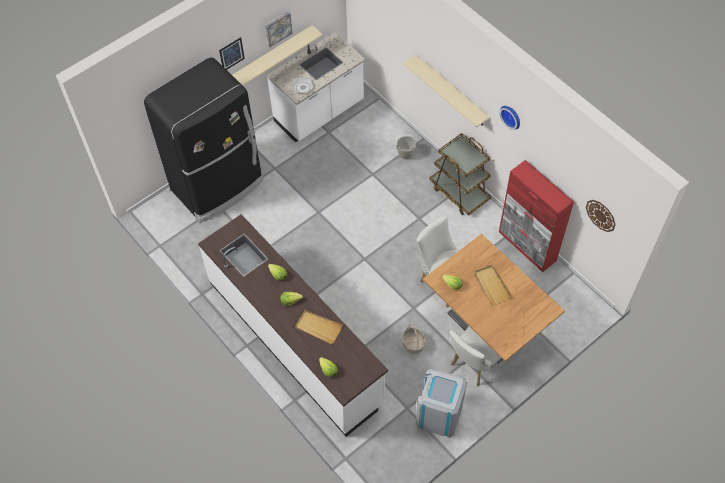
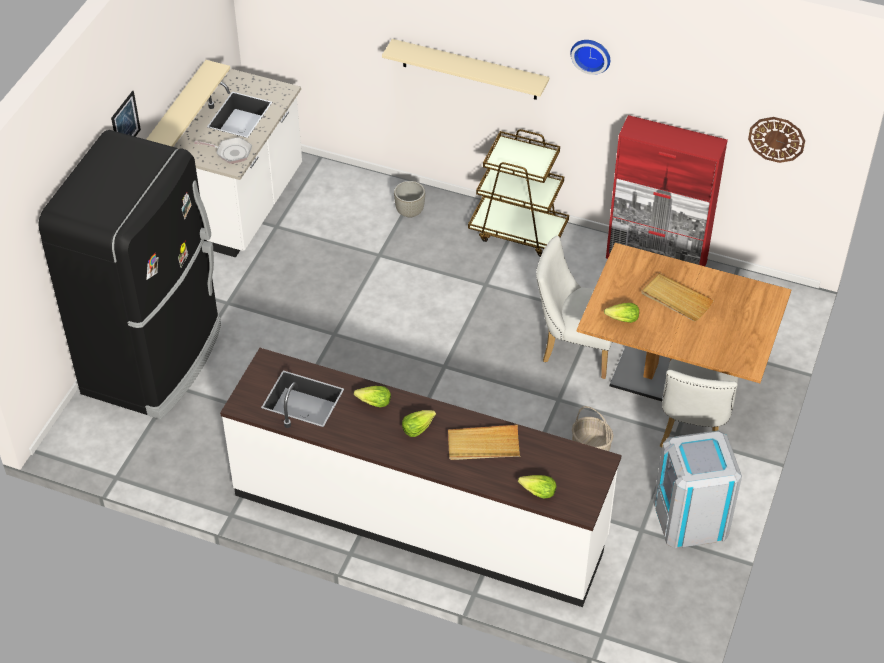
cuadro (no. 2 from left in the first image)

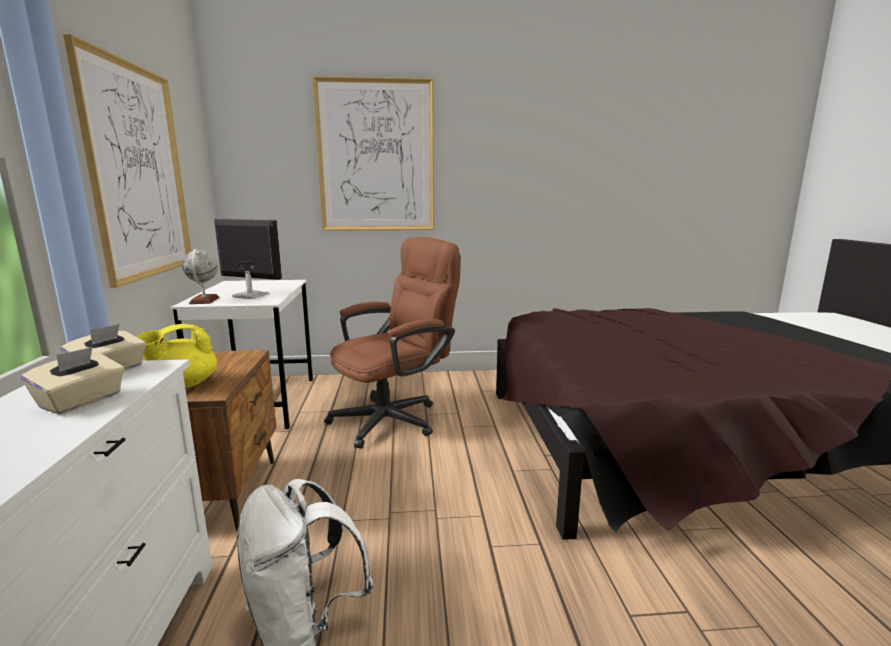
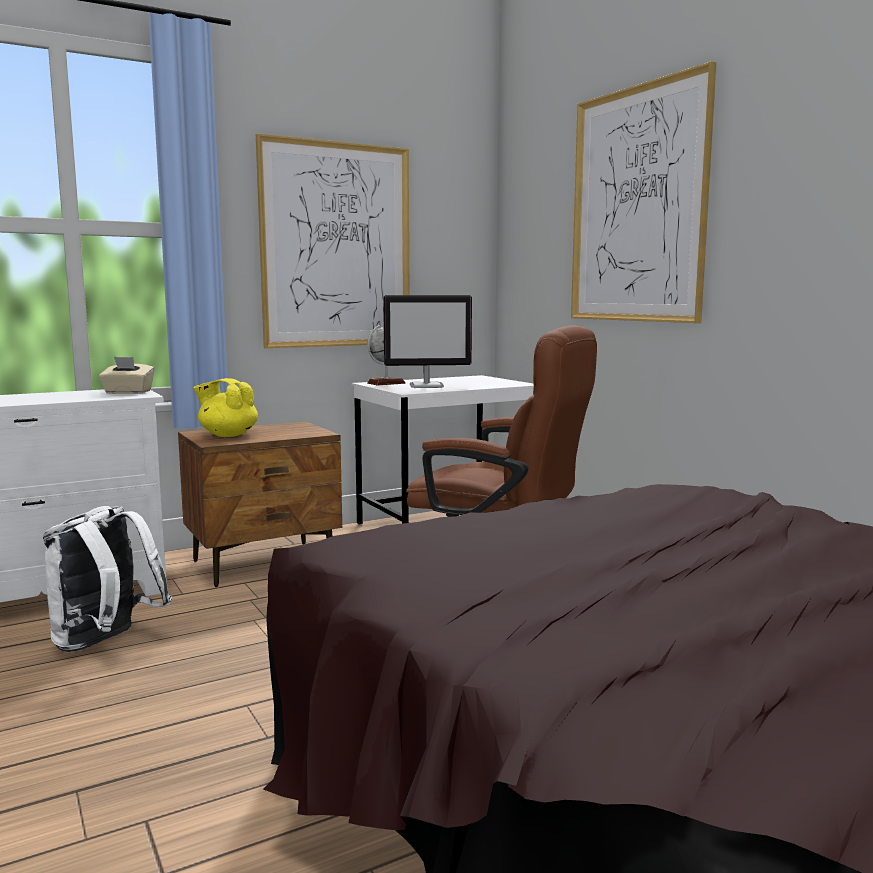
caja de pañuelos/beis (no. 1 from left in the first image)
monitor

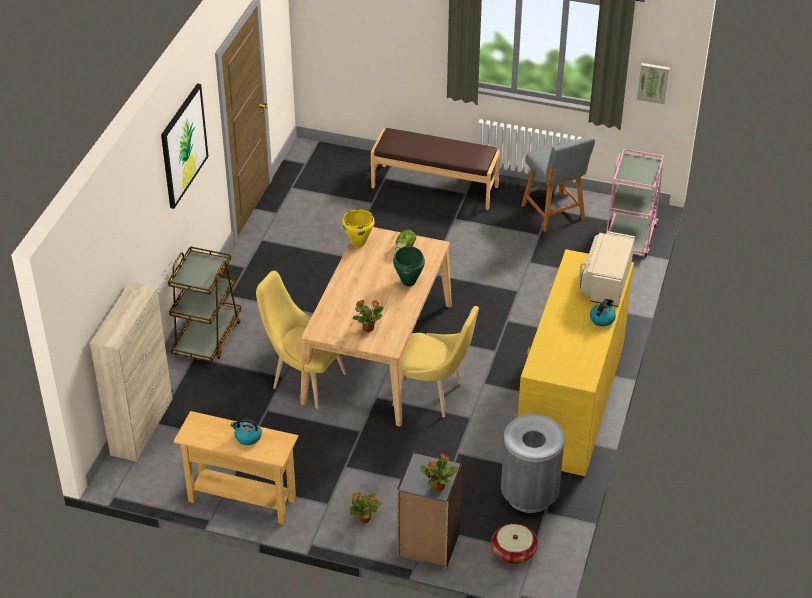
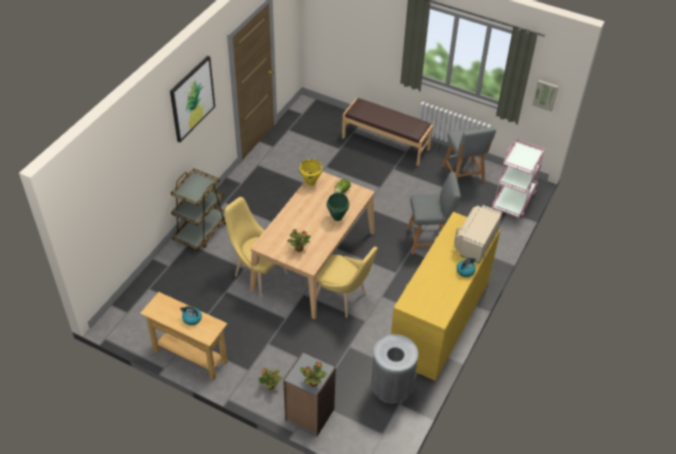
armario/beis
cesta
taburete/gris (no. 1 from left)

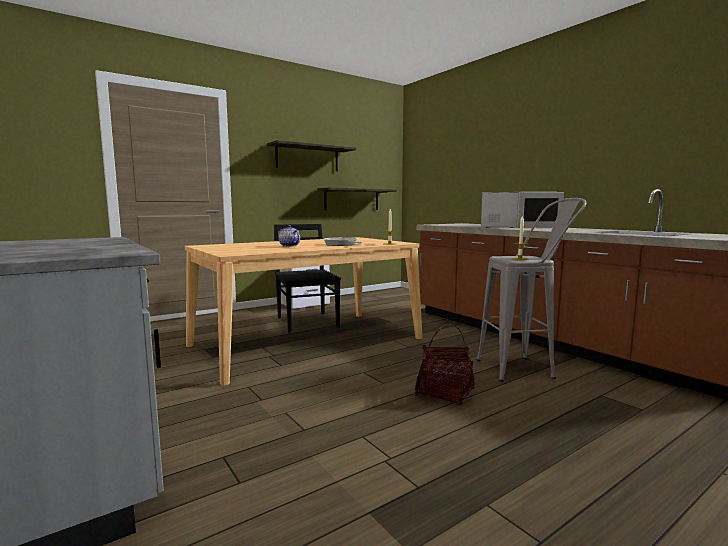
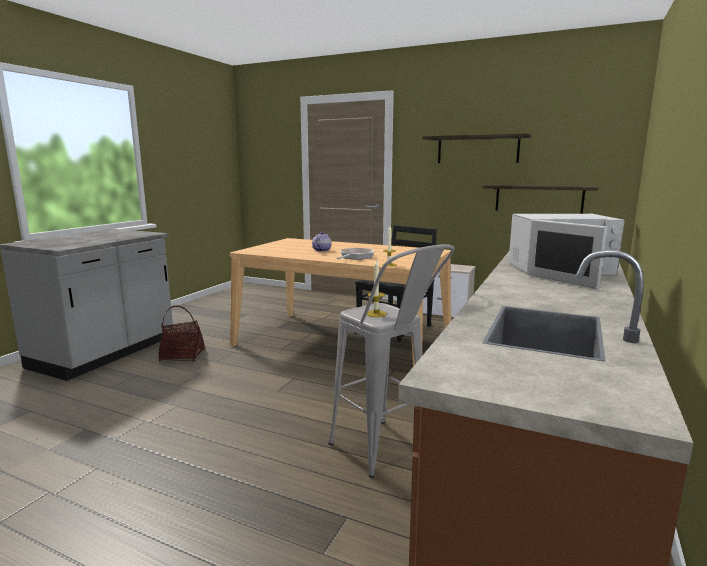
cesta

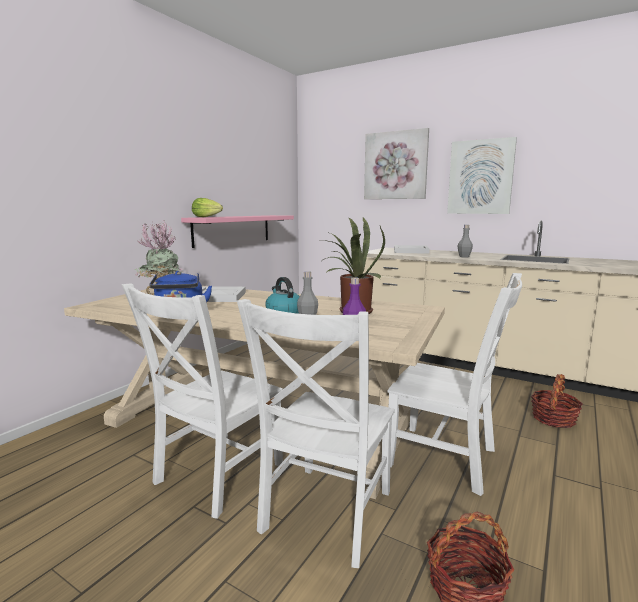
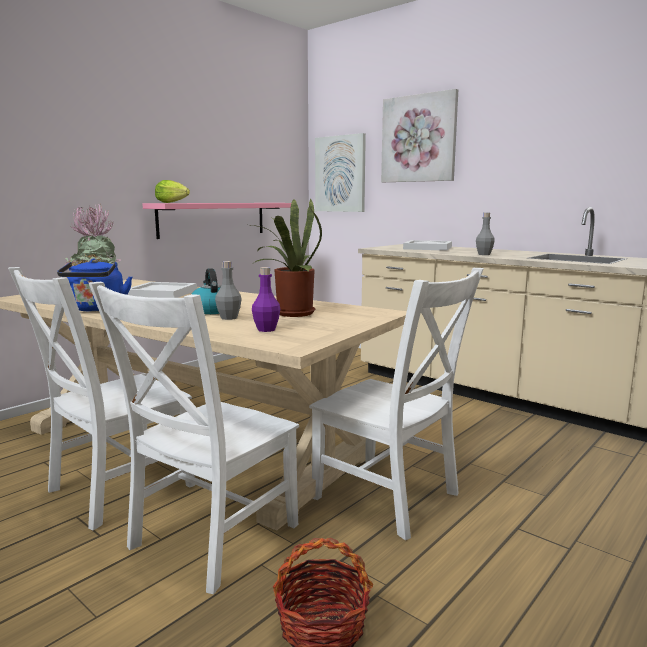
cesta (no. 2 from left in the first image)
cuadro (no. 1 from left)

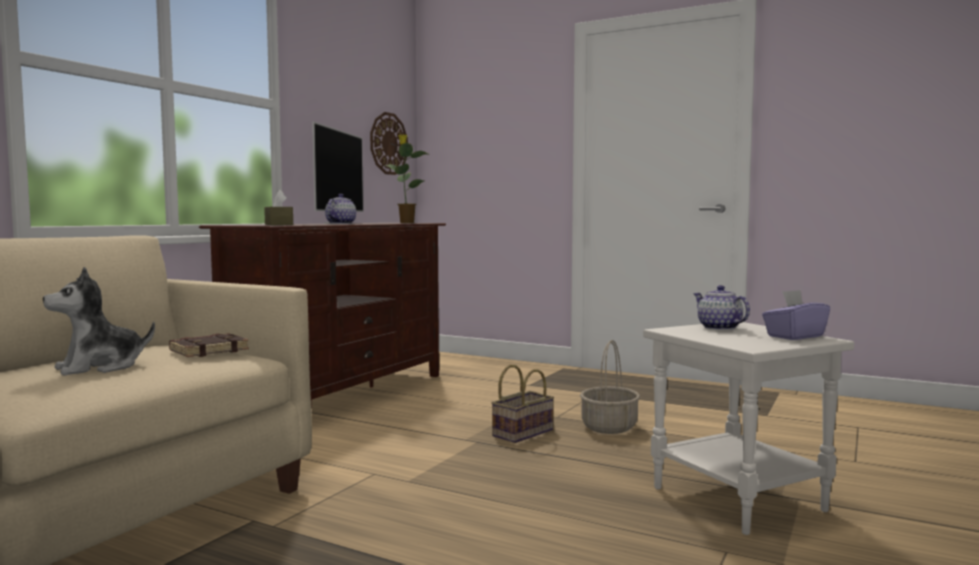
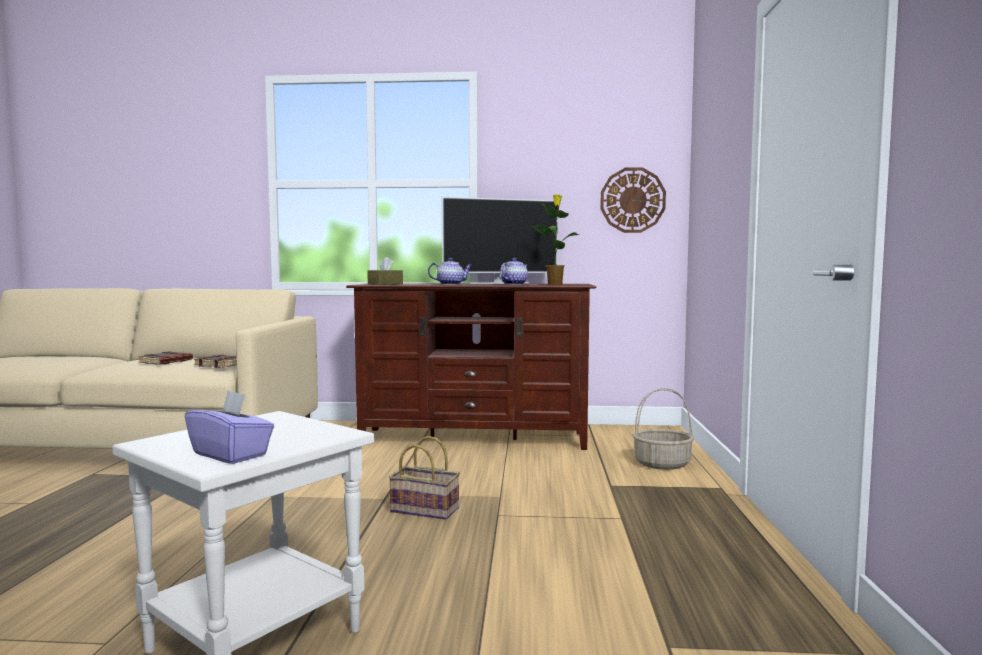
cesta (no. 2 from left)
tetera (no. 2 from left)
libro/marrón (no. 1 from left)

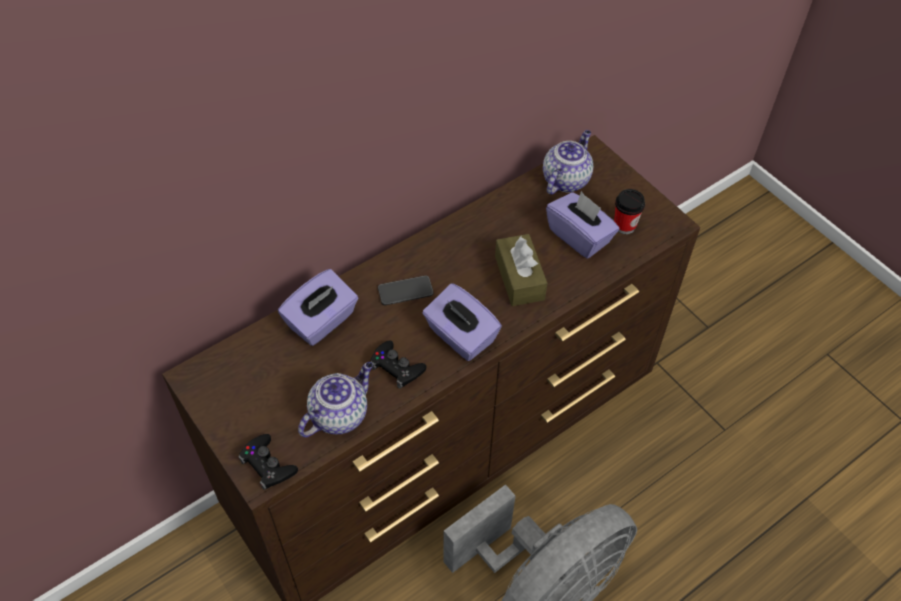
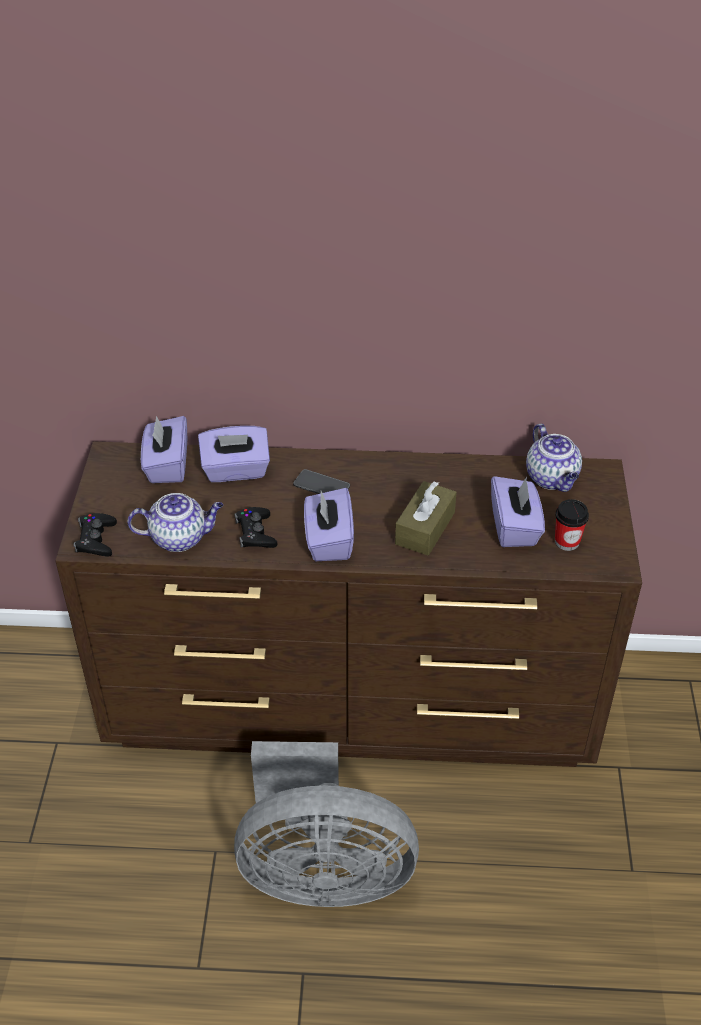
caja de pañuelos/morado (no. 1 from left)
tetera (no. 2 from left)

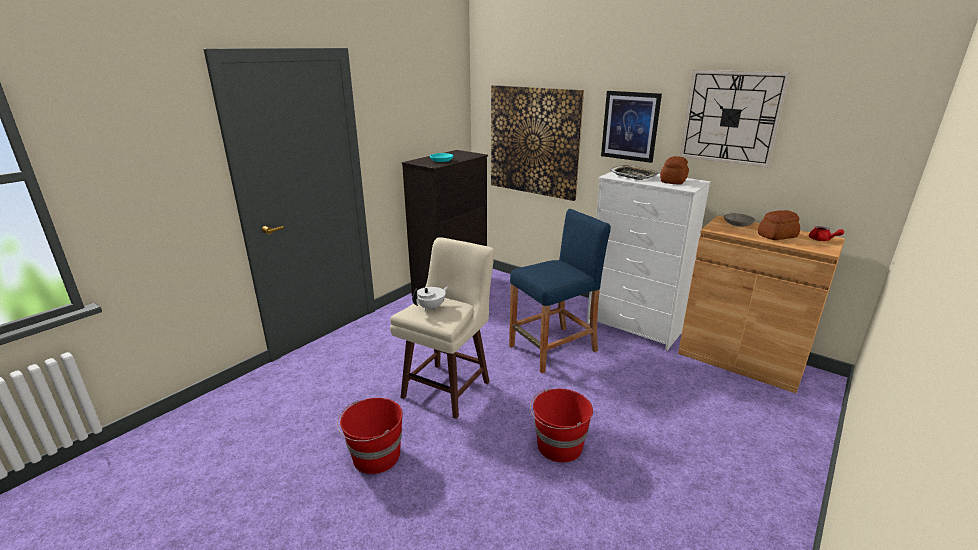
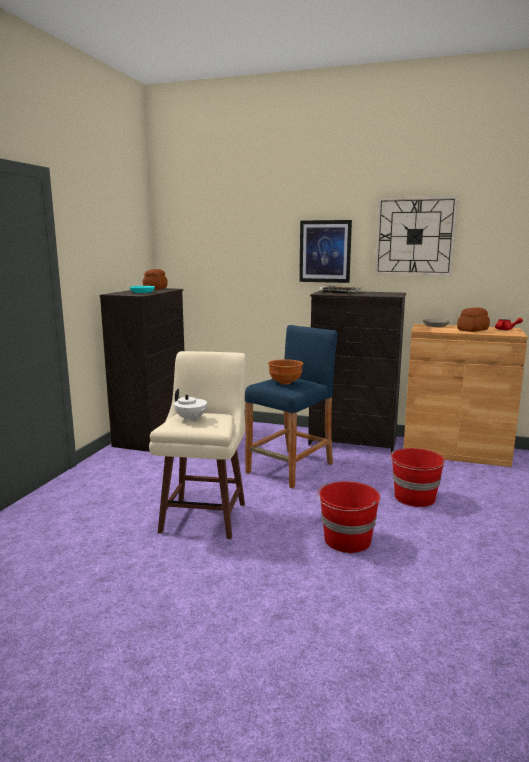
cuadro (no. 1 from left in the first image)
cuenco/marrón
cubo/rojo (no. 2 from left)
pan (no. 1 from left)
cómoda/negro (no. 2 from left)
tetera/blanco

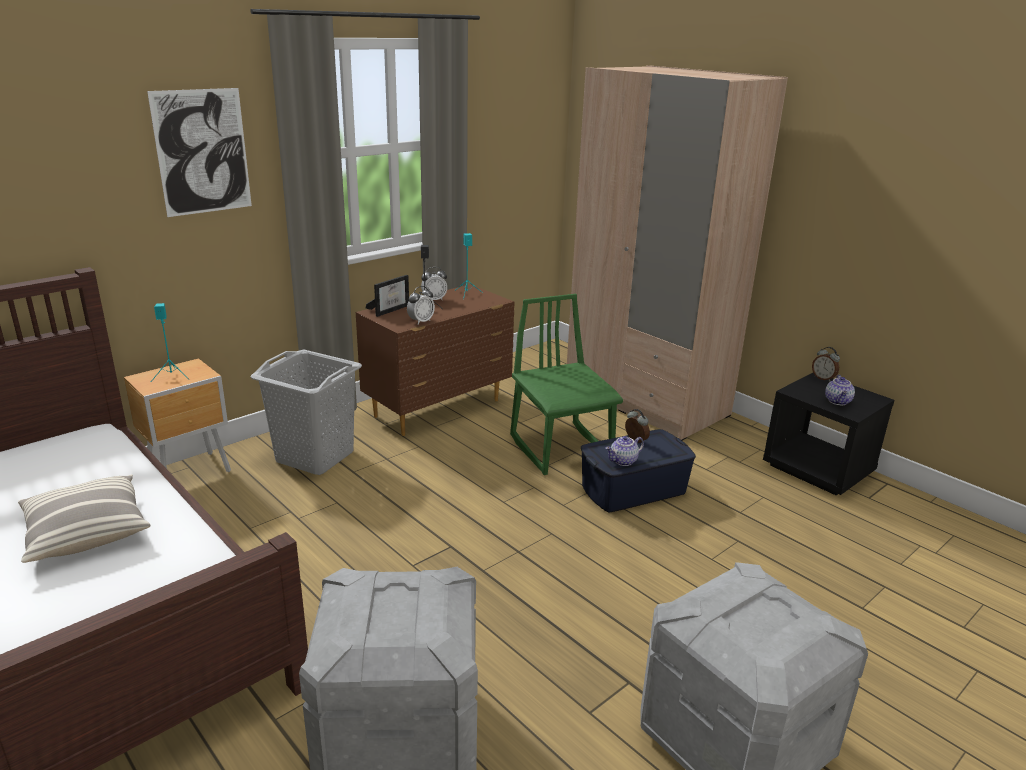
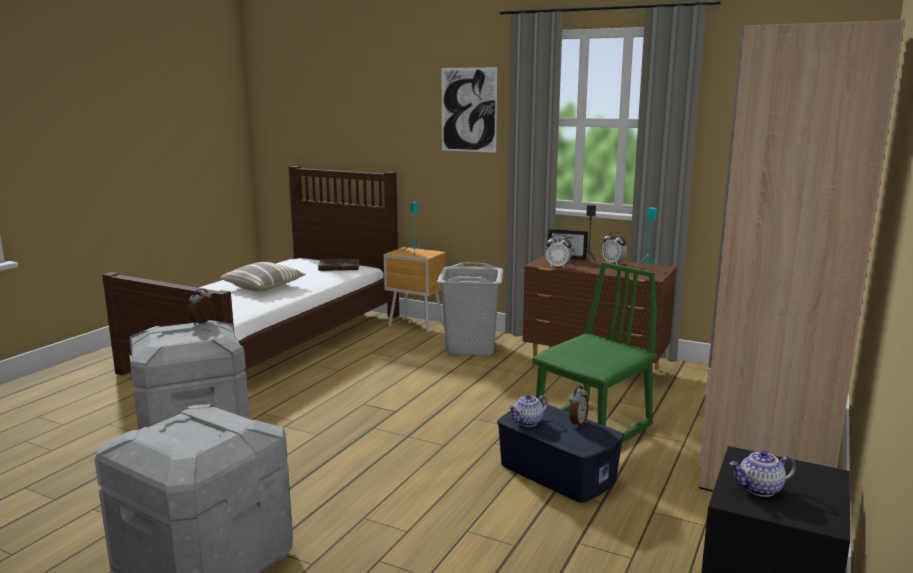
libro/marrón
despertador (no. 1 from left)
tetera (no. 1 from left)

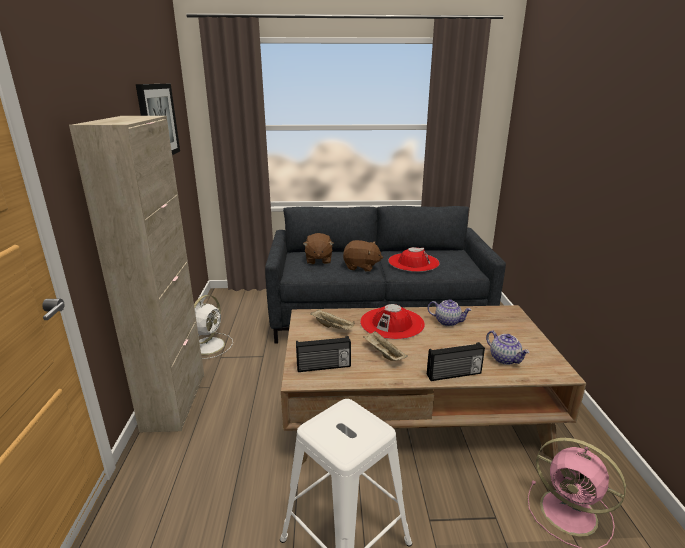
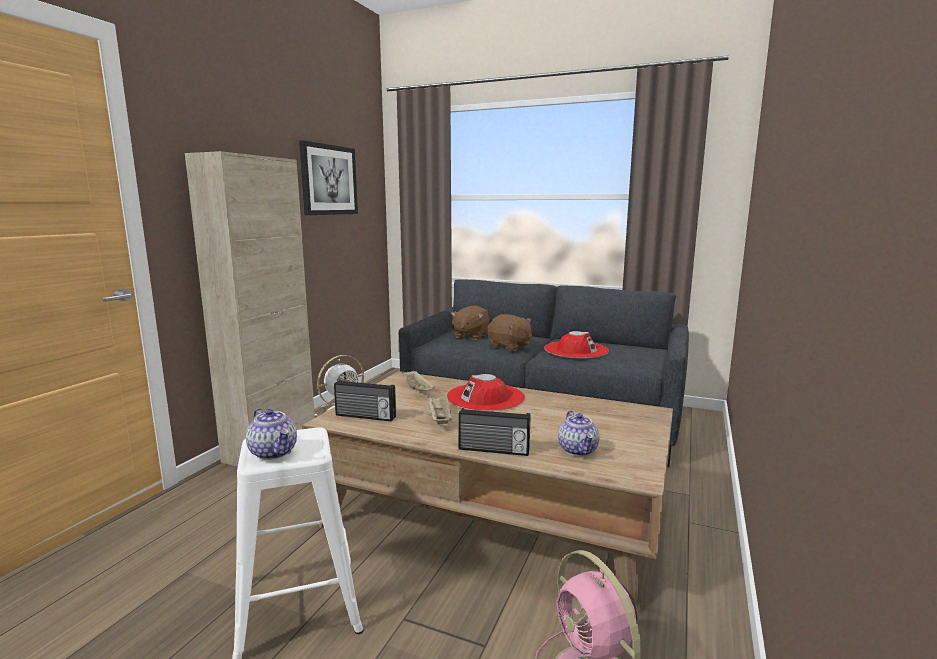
tetera (no. 1 from left)

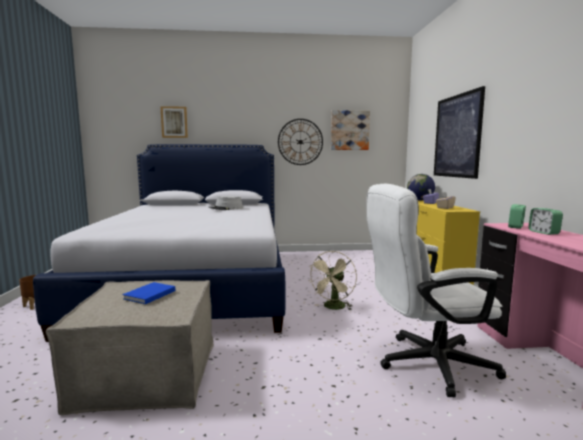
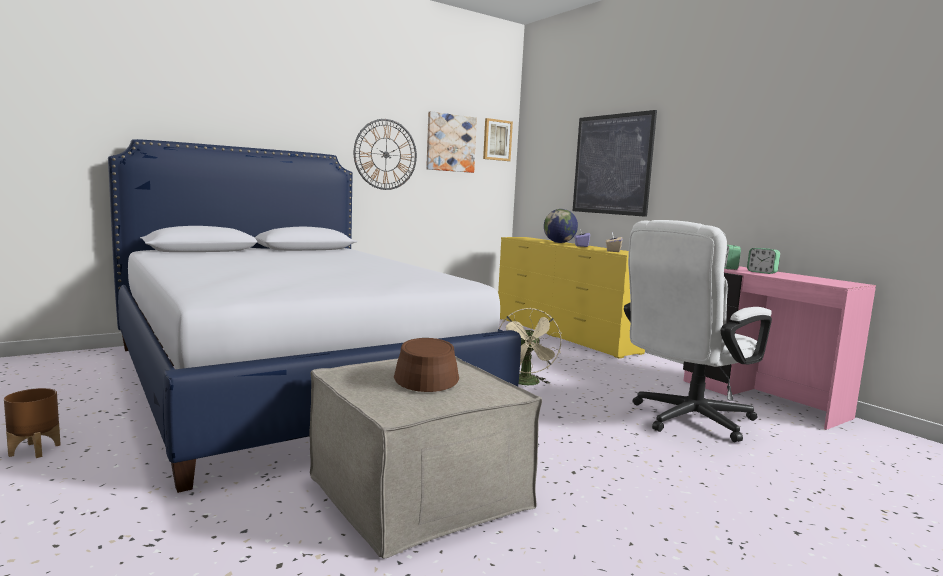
sombrero/gris
cuadro (no. 2 from left)
sombrero/marrón

